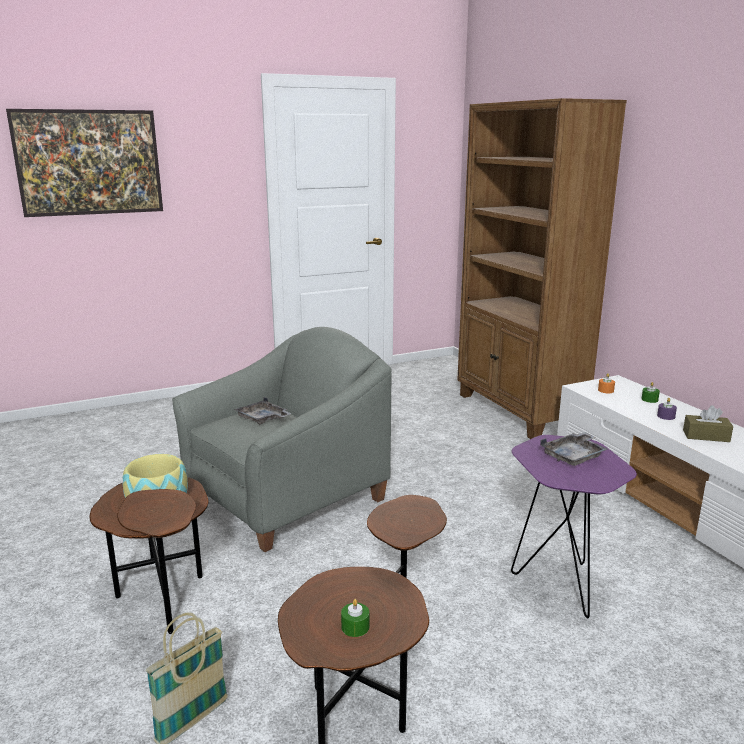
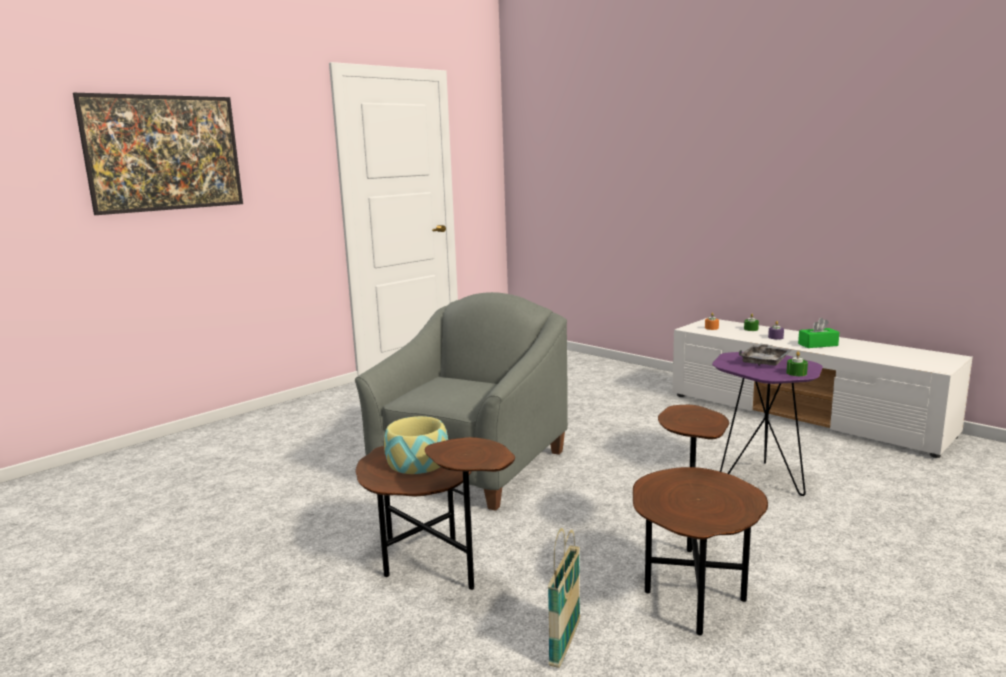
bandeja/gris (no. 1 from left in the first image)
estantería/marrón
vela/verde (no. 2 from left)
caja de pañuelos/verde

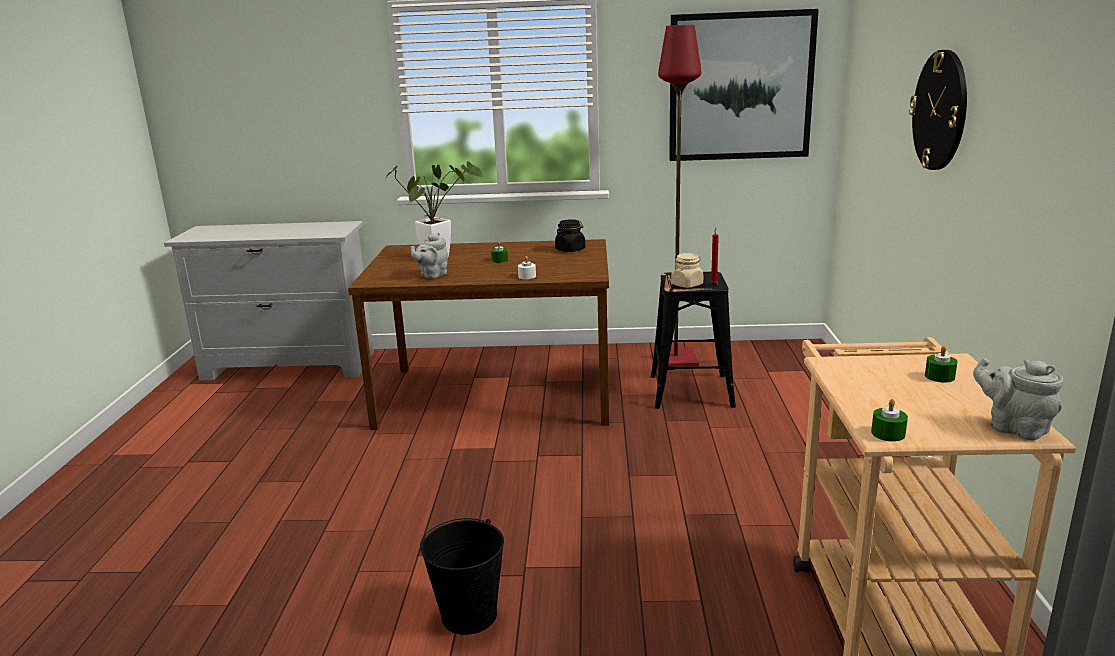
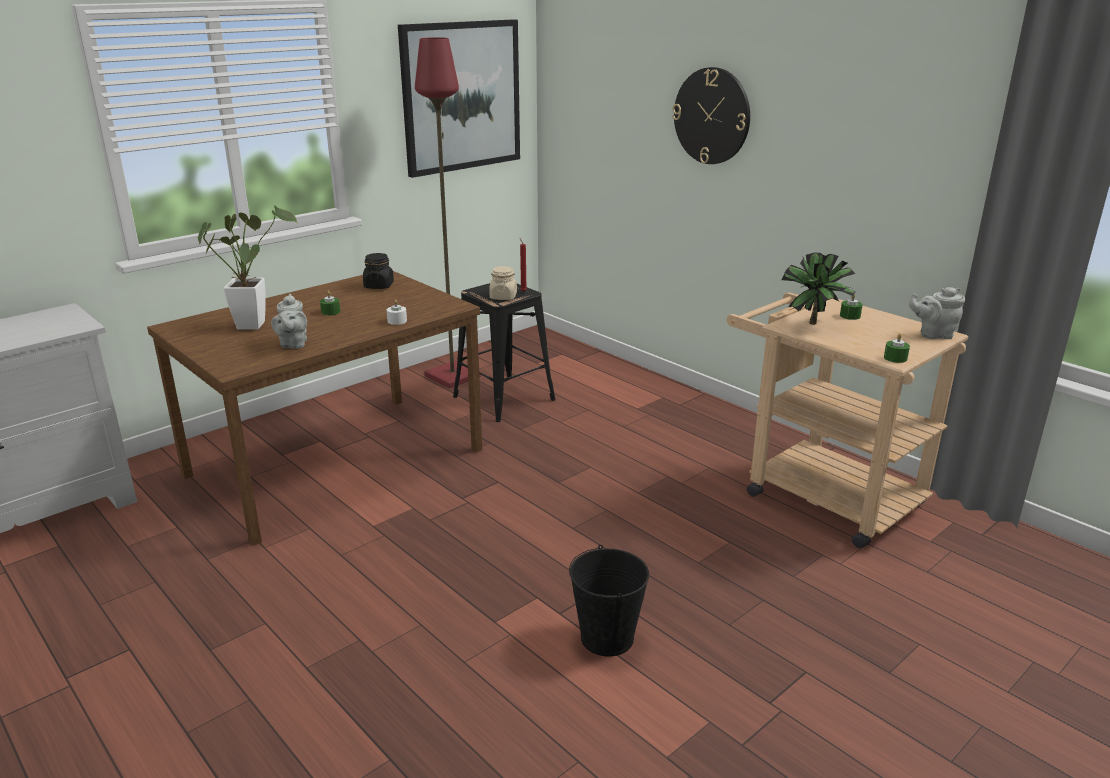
planta en maceta (no. 2 from left)

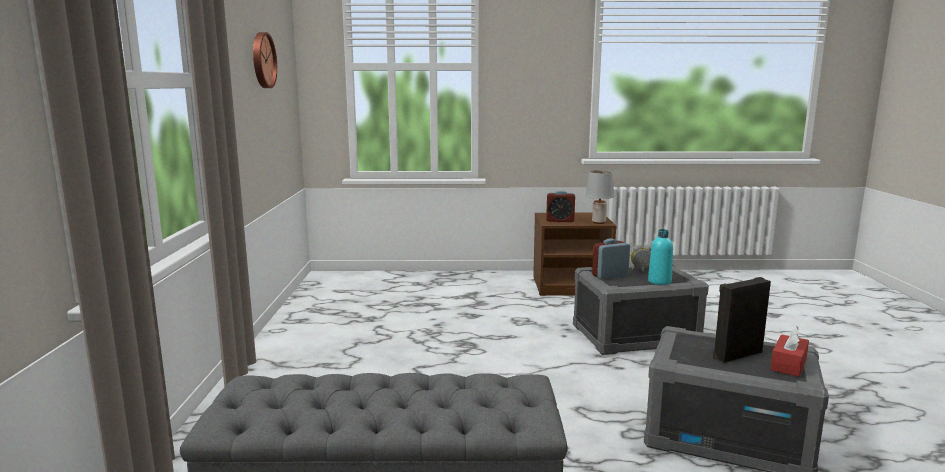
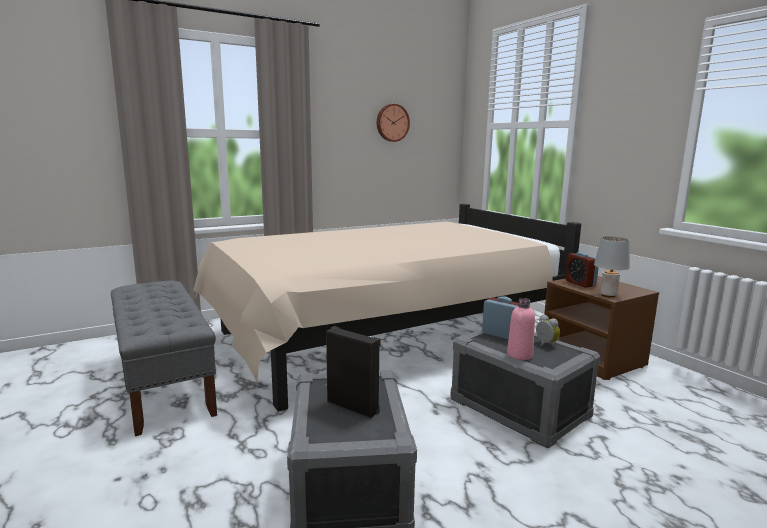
caja de pañuelos/rojo
cama/beis
botella/rosa

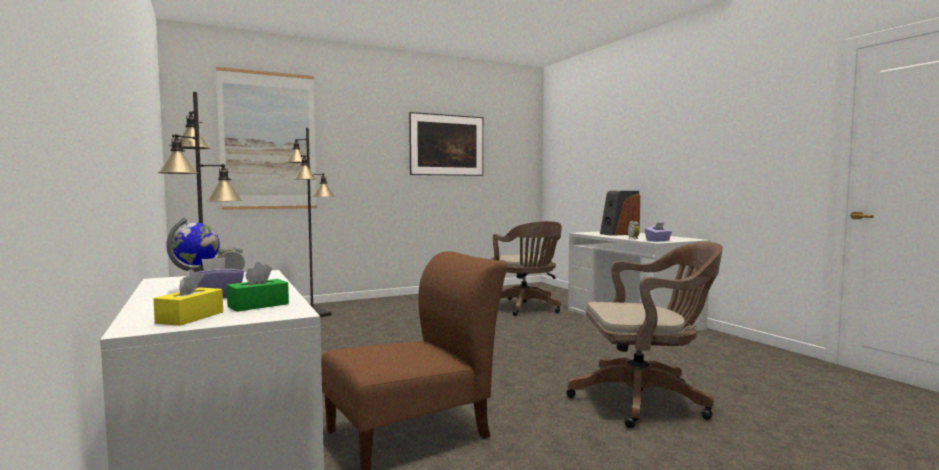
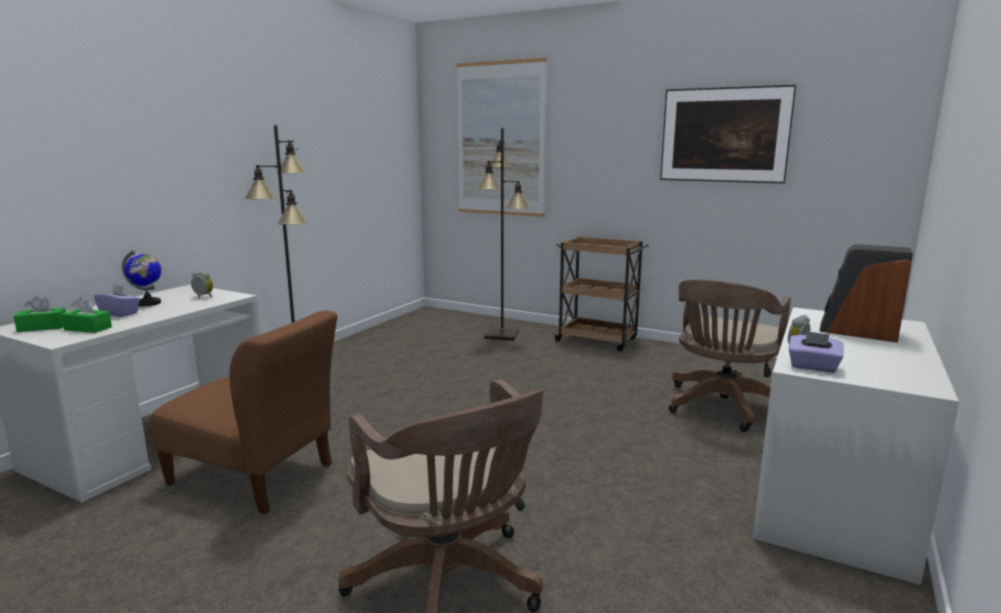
carrito/marrón
caja de pañuelos/verde (no. 1 from left)

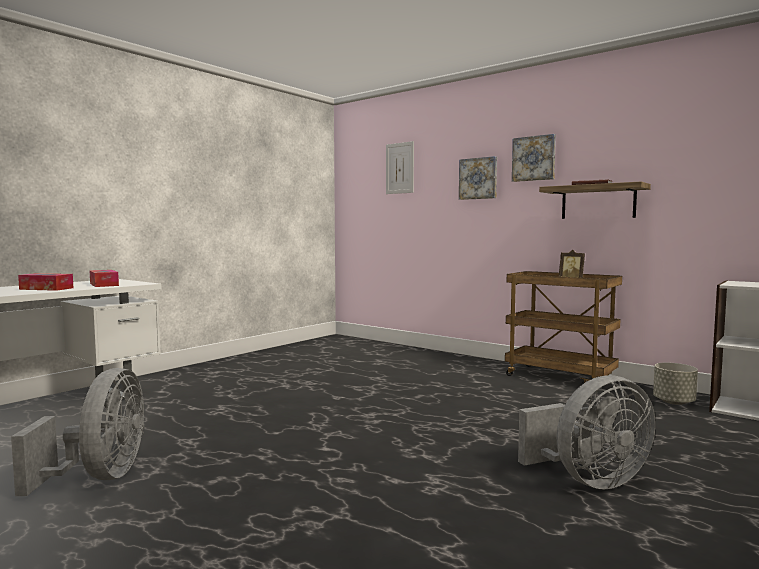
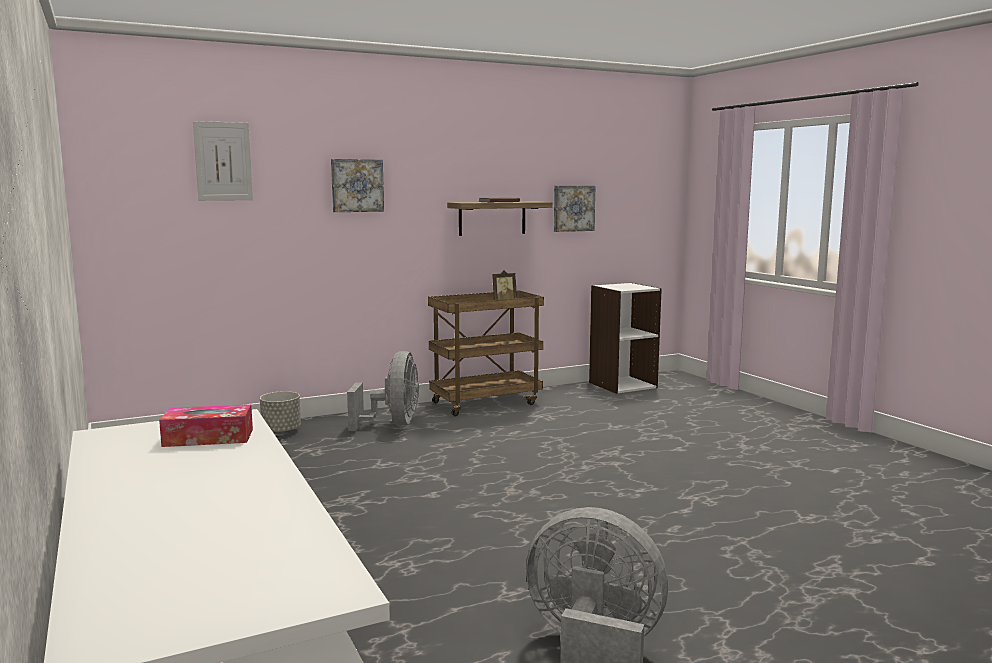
caja de pañuelos (no. 1 from left in the first image)
cuadro (no. 3 from left)
ventilador/gris (no. 1 from left)
maceta/gris

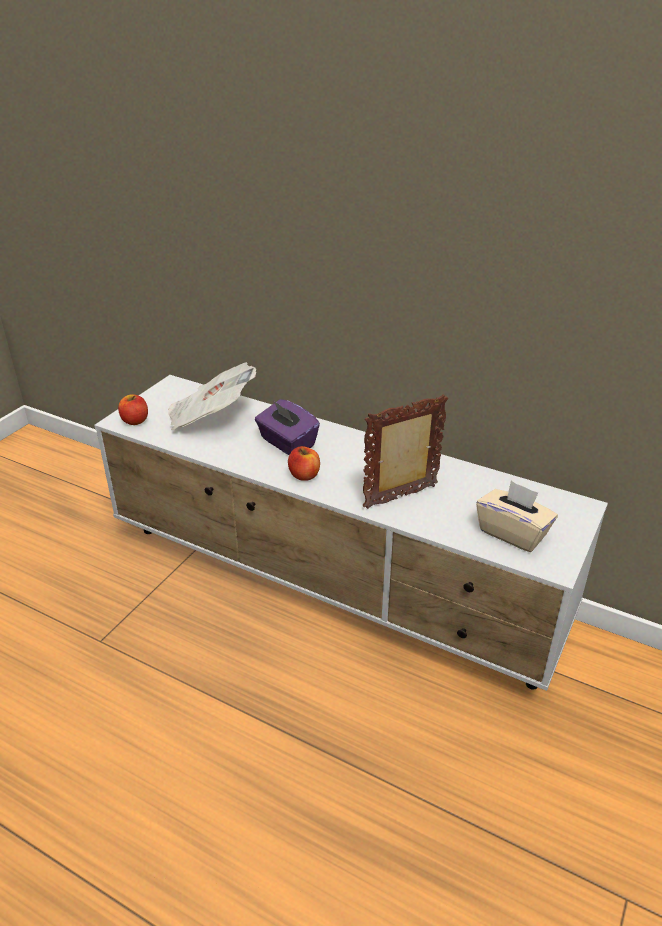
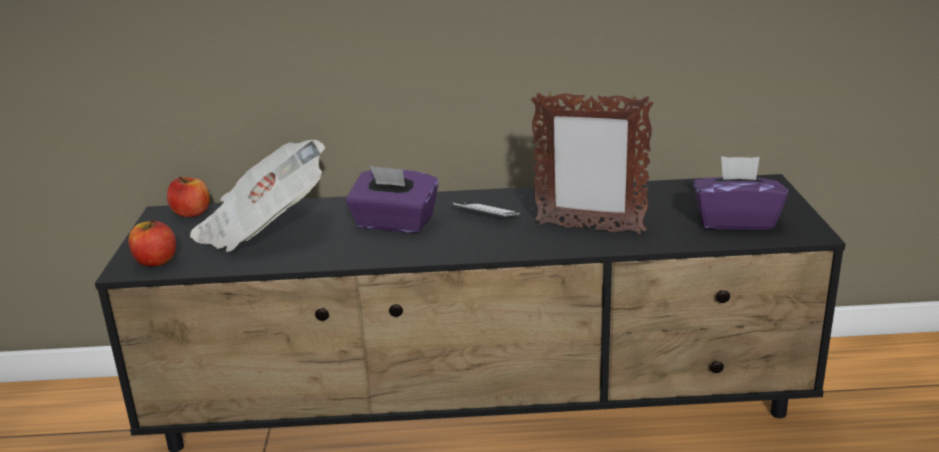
móvil
manzana (no. 2 from left)
mueble de televisión/negro
caja de pañuelos/morado (no. 2 from left)
portarretratos

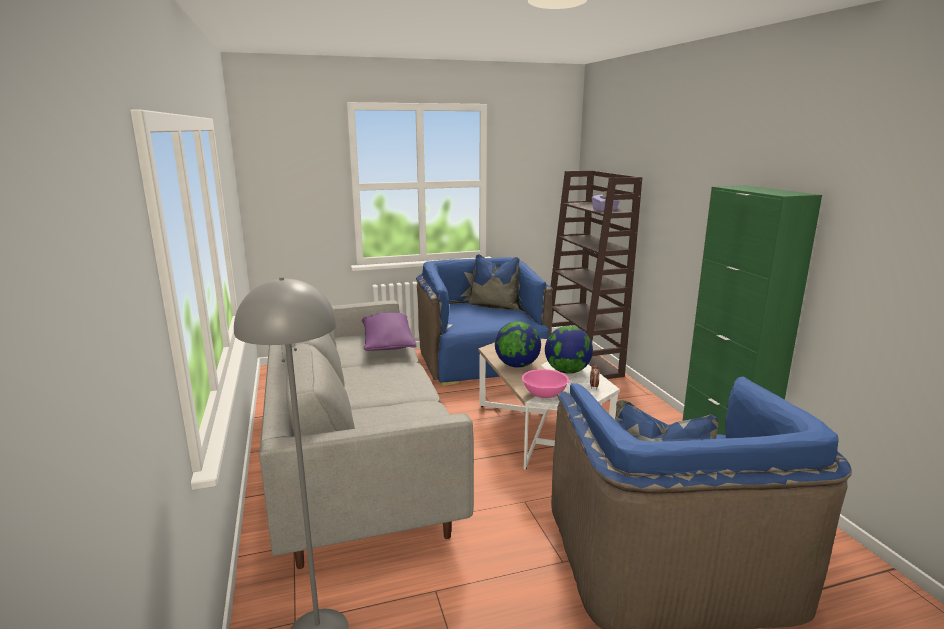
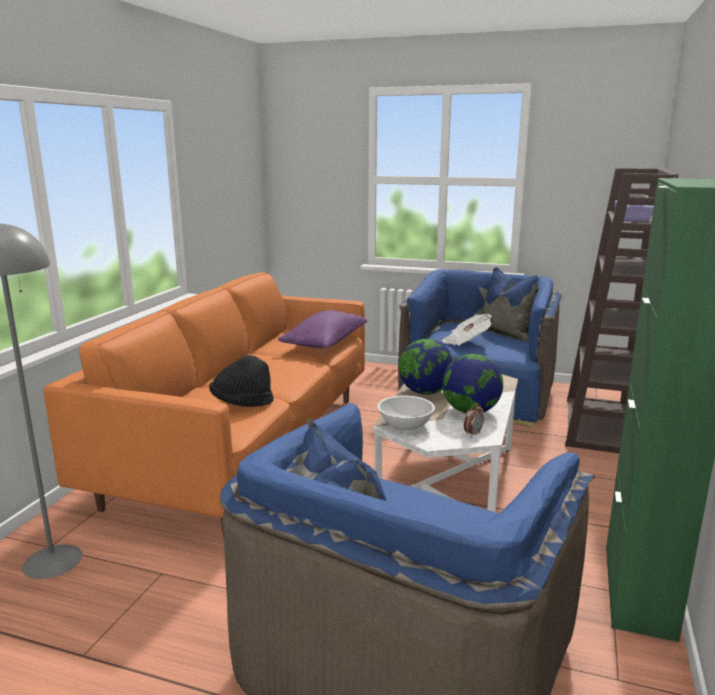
sombrero/negro
periódico
sofá/naranja
cuenco/blanco

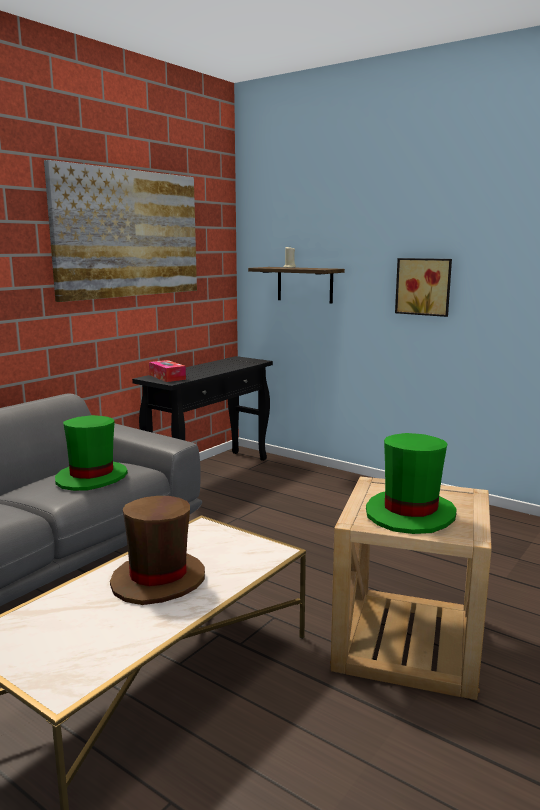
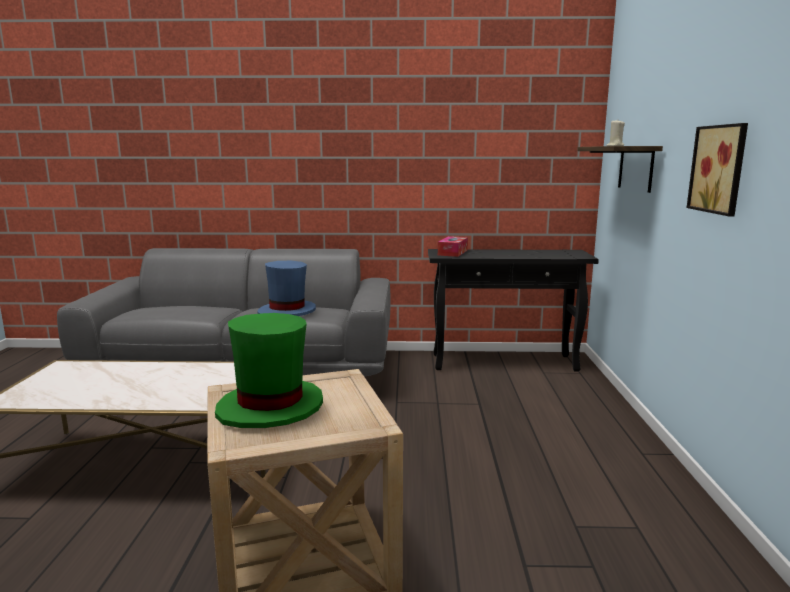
cuadro (no. 1 from left in the first image)
sombrero/marrón
sombrero/azul

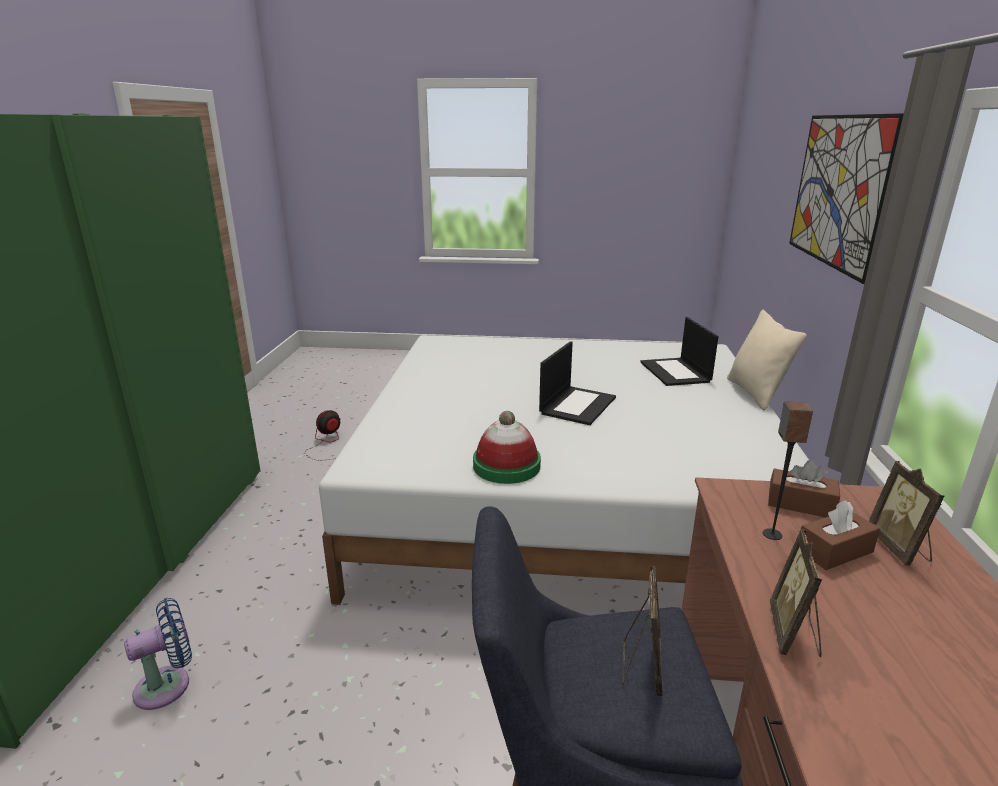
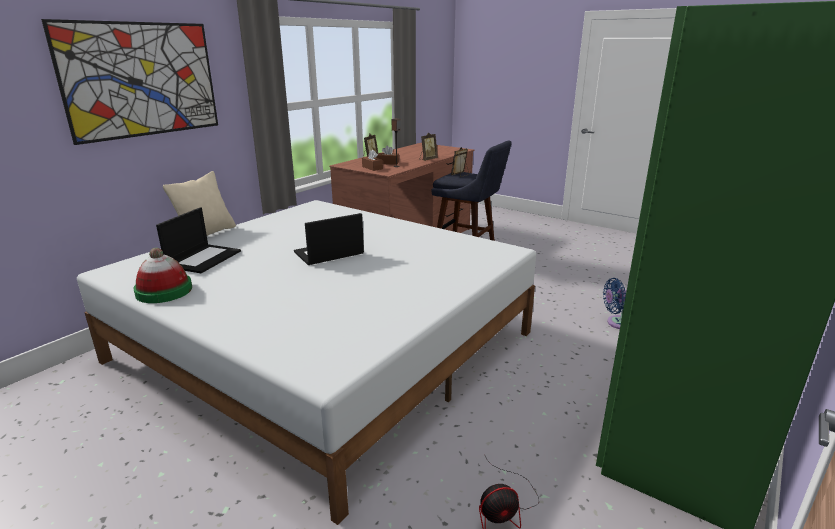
sombrero

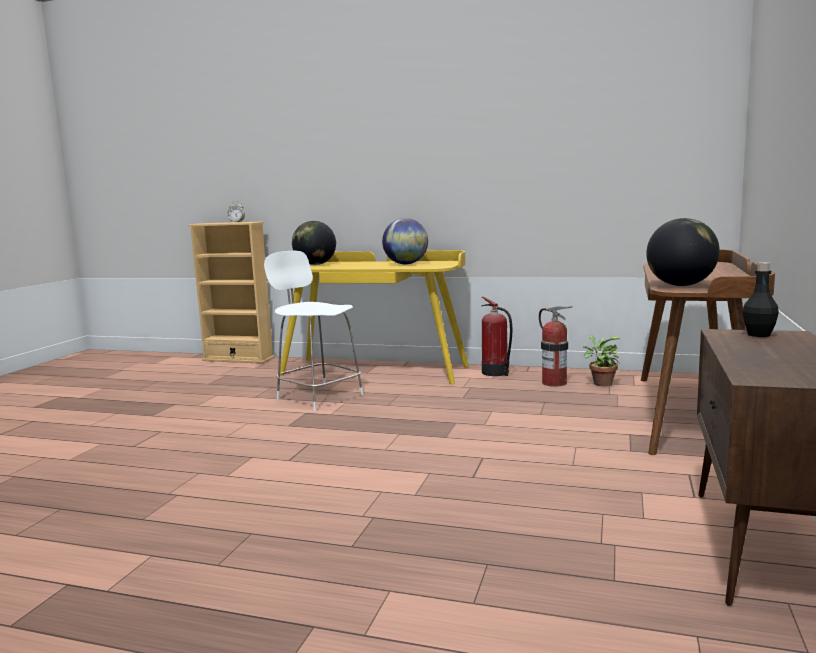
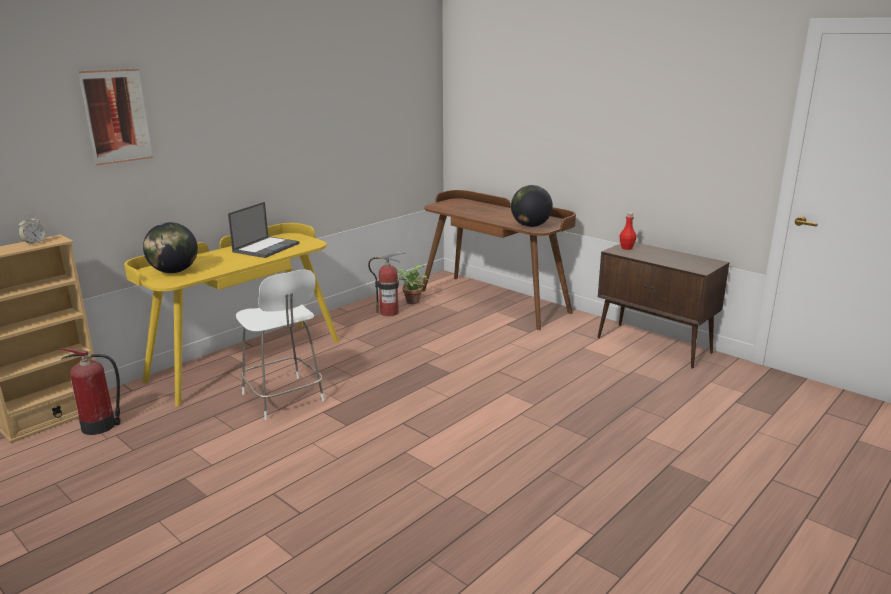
cuadro
extintor (no. 1 from left)
portátil
botella/rojo
silla/blanco

